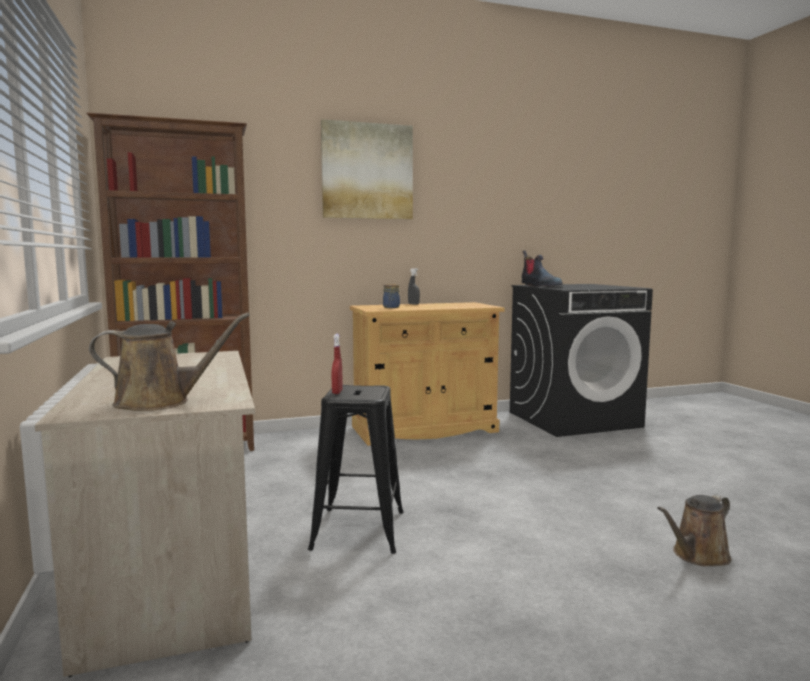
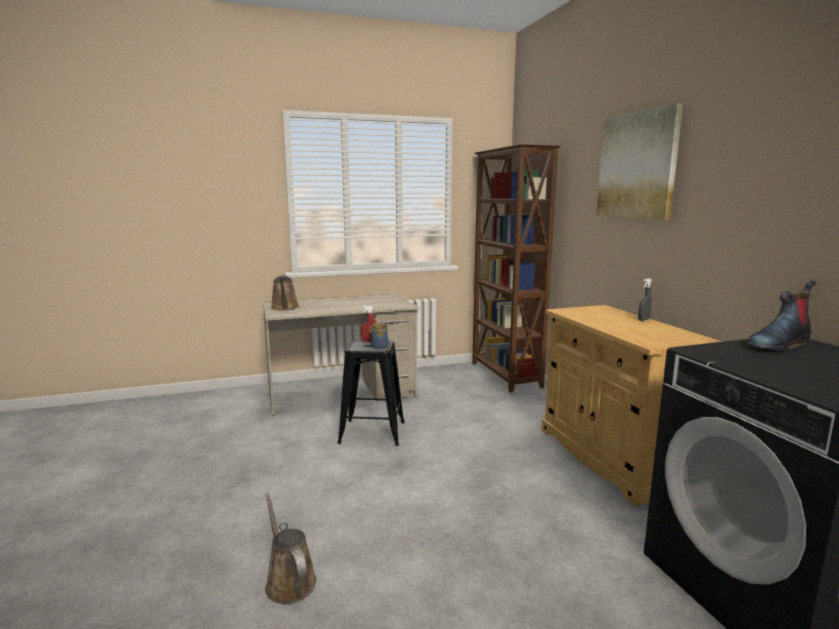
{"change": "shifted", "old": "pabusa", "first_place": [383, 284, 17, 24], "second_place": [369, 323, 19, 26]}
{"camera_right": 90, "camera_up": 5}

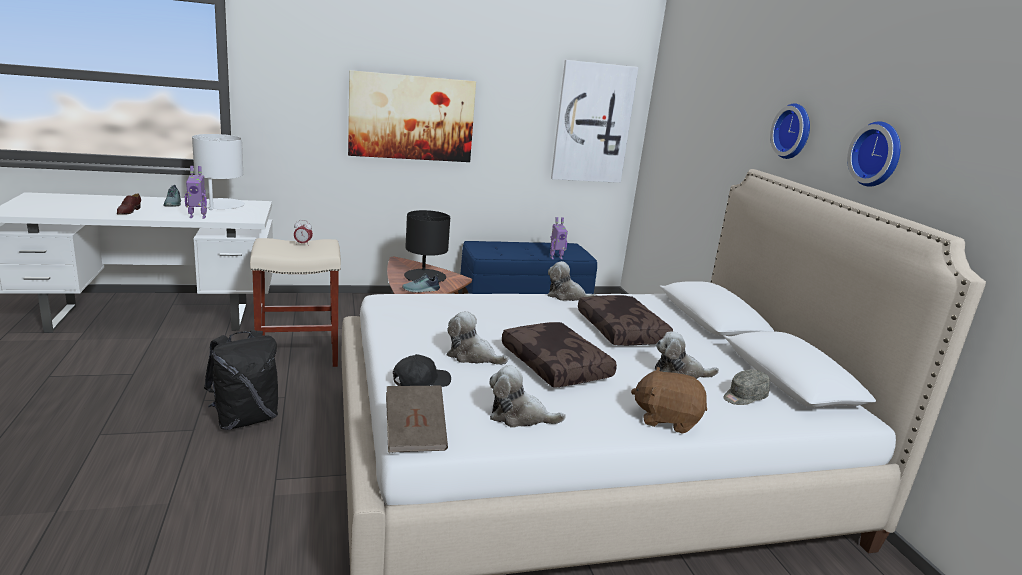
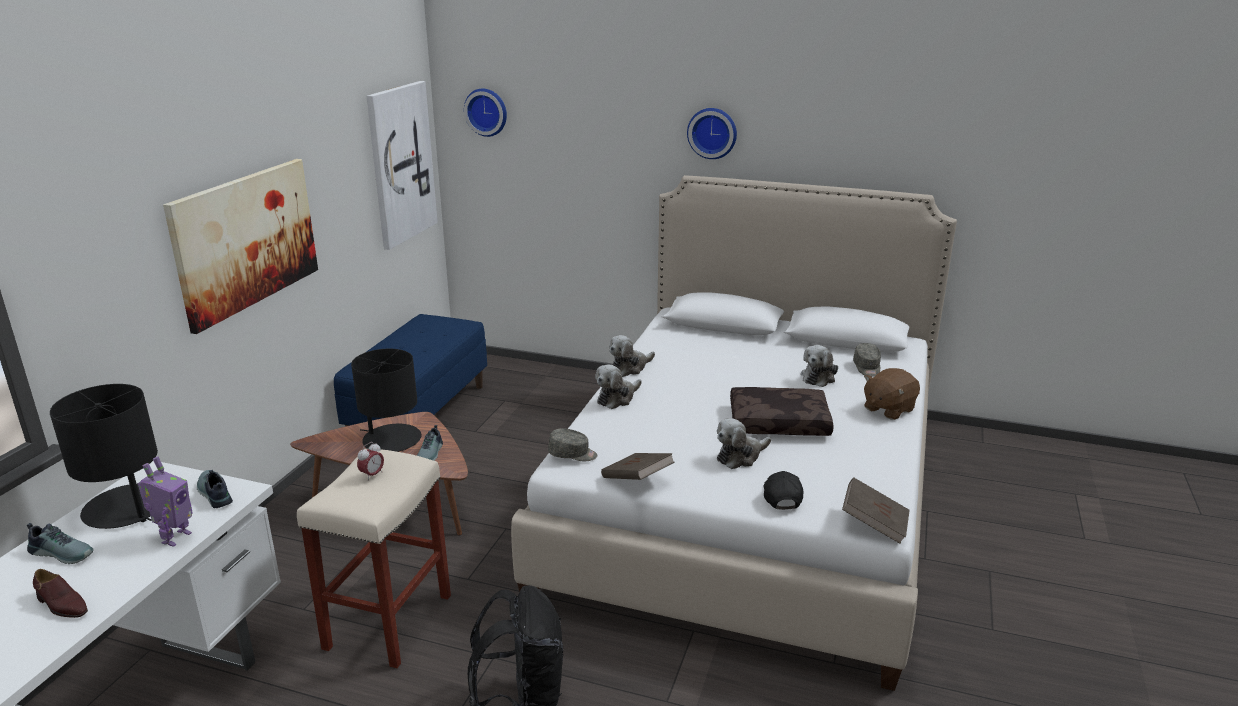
{"change": "repainted", "old": "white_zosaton", "new": "black_zosaton", "first_place": [192, 134, 53, 76], "second_place": [50, 384, 108, 145]}
{"change": "new", "new": "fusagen", "second_place": [197, 470, 36, 38]}
{"change": "shifted", "old": "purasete", "first_place": [847, 121, 54, 66], "second_place": [464, 88, 43, 49]}
{"change": "new", "new": "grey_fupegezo", "second_place": [548, 428, 49, 33]}
{"change": "shifted", "old": "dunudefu", "first_place": [489, 365, 77, 63], "second_place": [595, 364, 47, 45]}
{"change": "new", "new": "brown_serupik", "second_place": [601, 453, 74, 27]}
{"change": "gone", "old": "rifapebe", "first_place": [550, 217, 18, 42]}
{"change": "gone", "old": "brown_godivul", "first_place": [578, 295, 95, 51]}
{"camera_right": -55, "camera_up": 5}

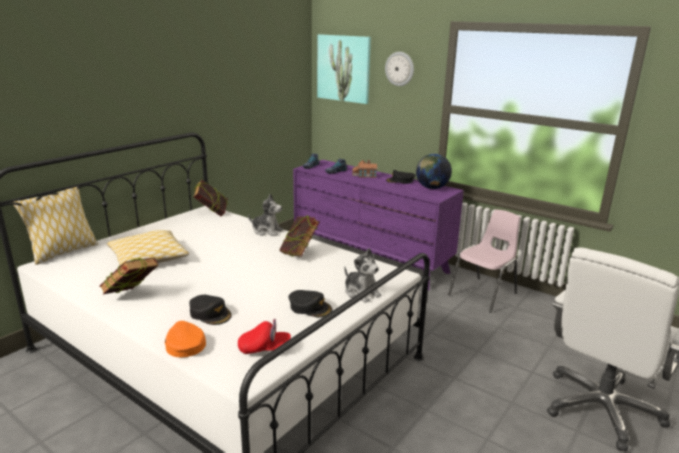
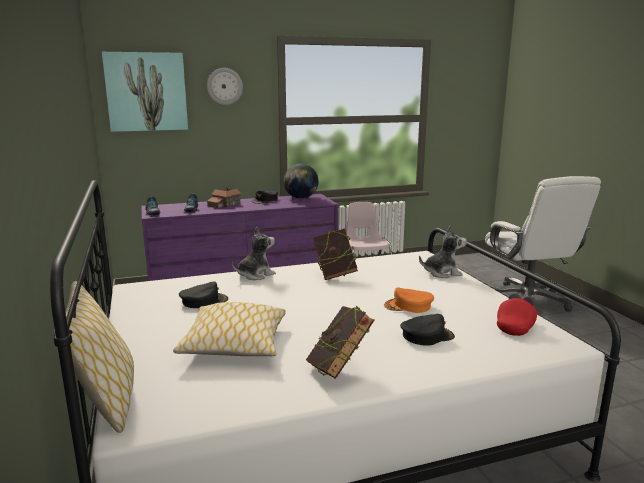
{"change": "shifted", "old": "black_fupegezo", "first_place": [288, 290, 44, 28], "second_place": [179, 282, 49, 26]}
{"change": "shifted", "old": "orange_fupegezo", "first_place": [165, 321, 41, 36], "second_place": [384, 288, 50, 25]}
{"change": "gone", "old": "serupik", "first_place": [194, 179, 34, 37]}
{"camera_right": -55, "camera_up": -5}

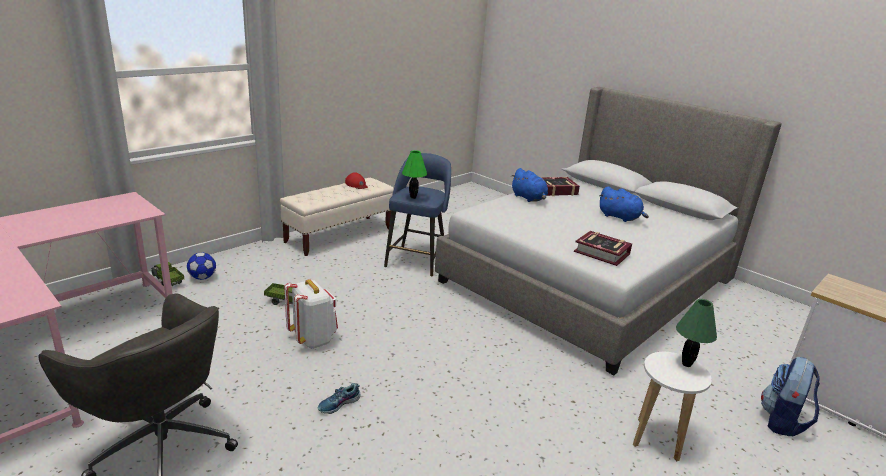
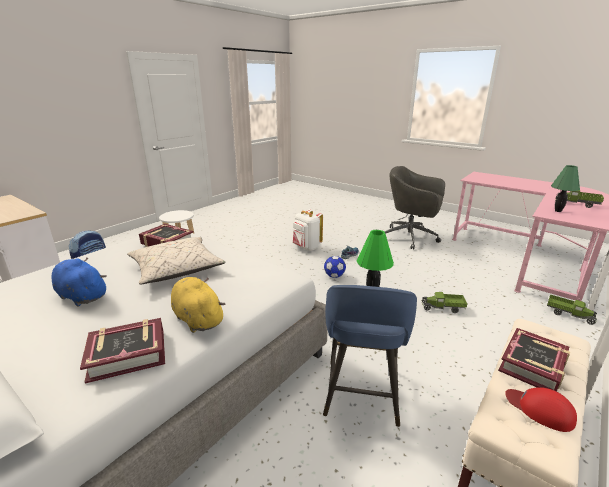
{"change": "new", "new": "beige_godivul", "second_place": [127, 237, 99, 47]}
{"change": "repainted", "old": "blue_dunudefu", "new": "yellow_dunudefu", "first_place": [512, 168, 36, 34], "second_place": [171, 277, 54, 56]}
{"change": "shifted", "old": "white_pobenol", "first_place": [284, 279, 54, 70], "second_place": [293, 209, 30, 42]}
{"change": "shifted", "old": "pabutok", "first_place": [187, 253, 29, 27], "second_place": [324, 256, 22, 22]}
{"change": "new", "new": "serupik", "second_place": [498, 328, 72, 64]}
{"change": "shifted", "old": "green_zosaton", "first_place": [676, 299, 41, 68], "second_place": [551, 165, 29, 47]}
{"change": "new", "new": "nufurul", "second_place": [555, 190, 49, 18]}
{"camera_right": 175, "camera_up": 0}

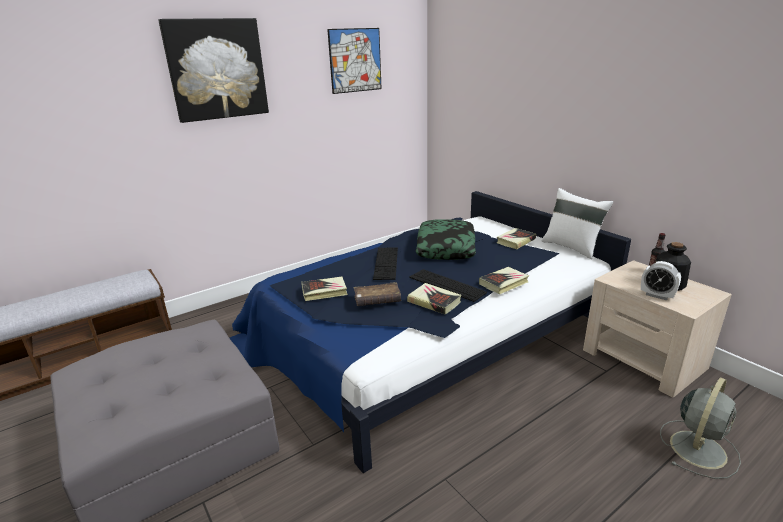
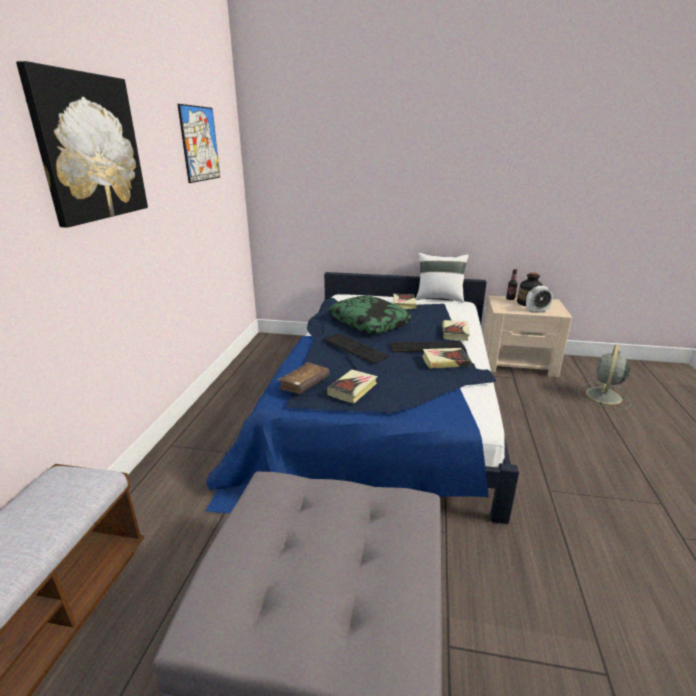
{"change": "shifted", "old": "brown_serupik", "first_place": [354, 282, 47, 24], "second_place": [278, 362, 52, 32]}
{"change": "rotated", "old": "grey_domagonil", "first_place": [660, 377, 81, 102], "second_place": [578, 345, 53, 65], "degrees": -150}
{"camera_right": -45, "camera_up": 0}

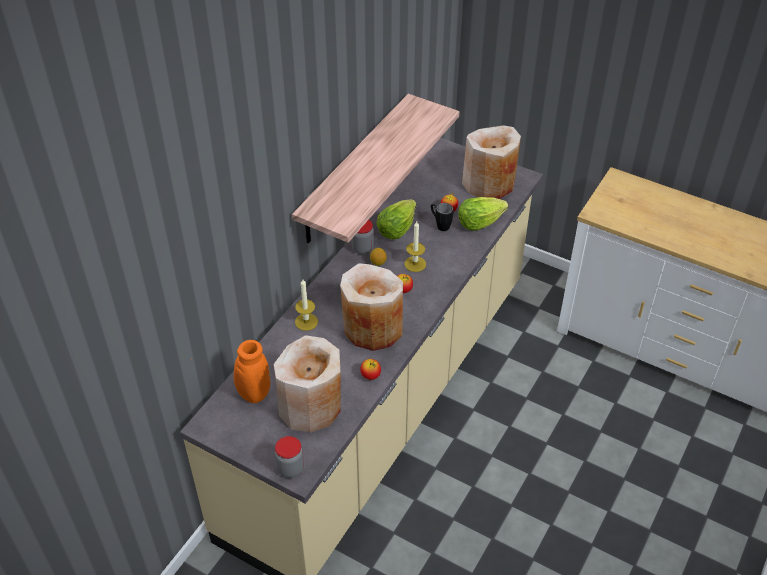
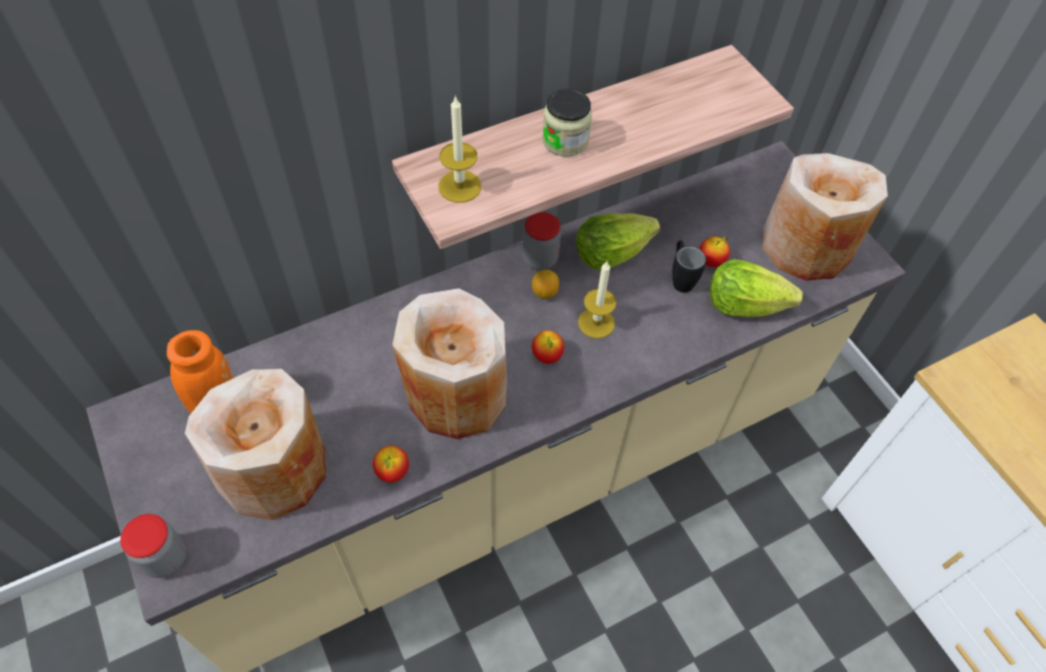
{"change": "shifted", "old": "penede", "first_place": [295, 279, 23, 52], "second_place": [439, 95, 42, 108]}
{"change": "new", "new": "pabusa", "second_place": [542, 89, 50, 68]}
{"camera_right": 30, "camera_up": 10}

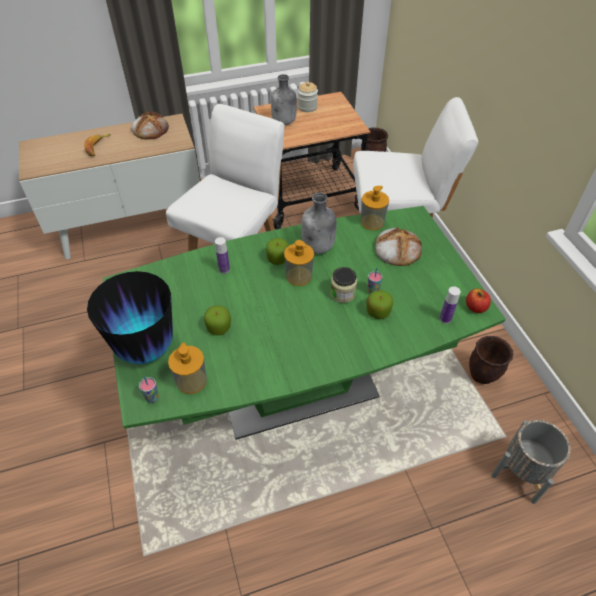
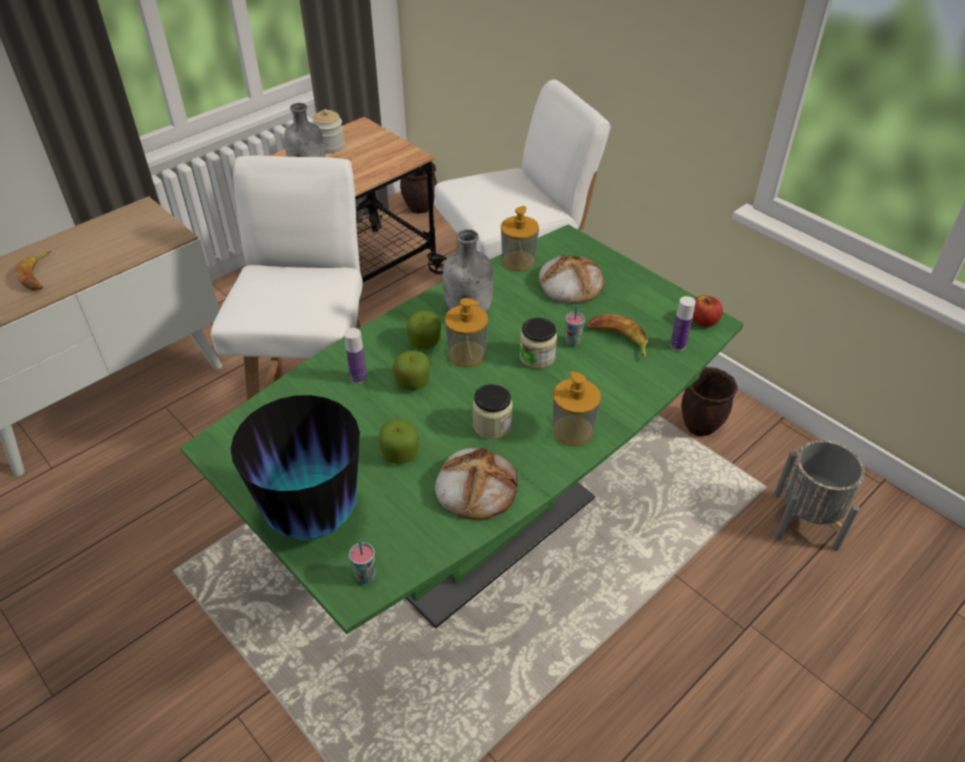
{"change": "shifted", "old": "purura", "first_place": [367, 291, 26, 28], "second_place": [393, 350, 37, 40]}
{"change": "shifted", "old": "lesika", "first_place": [131, 111, 38, 28], "second_place": [435, 447, 83, 74]}
{"change": "new", "new": "pabusa", "second_place": [472, 384, 41, 55]}
{"change": "shifted", "old": "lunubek", "first_place": [168, 343, 39, 51], "second_place": [553, 371, 48, 75]}
{"change": "new", "new": "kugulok", "second_place": [586, 314, 62, 44]}
{"camera_right": -25, "camera_up": -5}

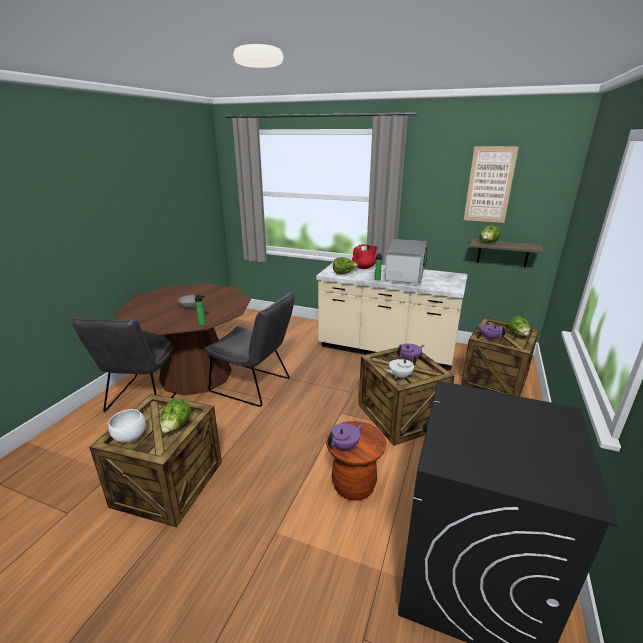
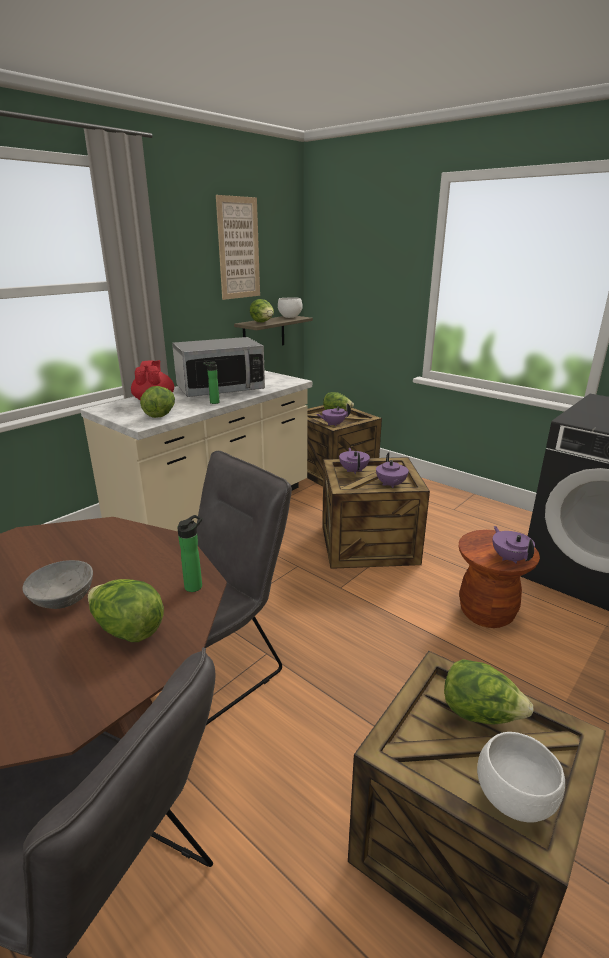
{"change": "new", "new": "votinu", "second_place": [88, 579, 76, 63]}
{"change": "rotated", "old": "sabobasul", "first_place": [385, 239, 43, 44], "second_place": [172, 337, 93, 60], "degrees": 120}
{"change": "new", "new": "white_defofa", "second_place": [278, 297, 25, 21]}
{"change": "repainted", "old": "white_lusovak", "new": "purple_lusovak", "first_place": [385, 355, 31, 24], "second_place": [376, 452, 33, 36]}
{"camera_right": -70, "camera_up": 0}

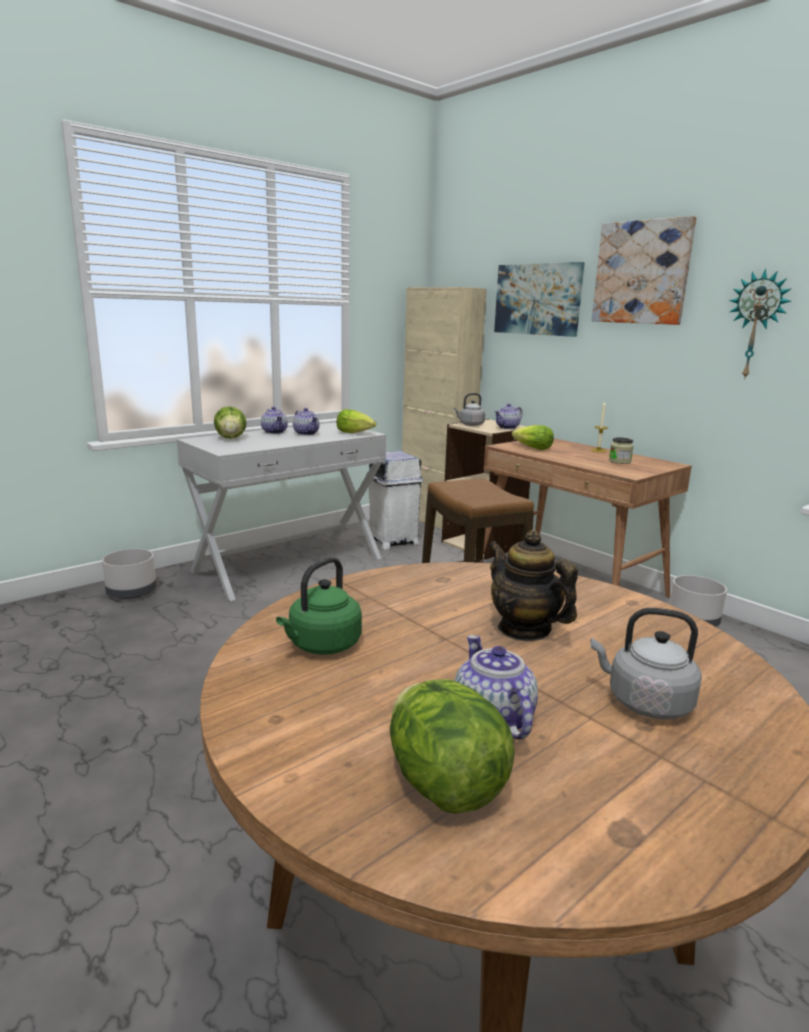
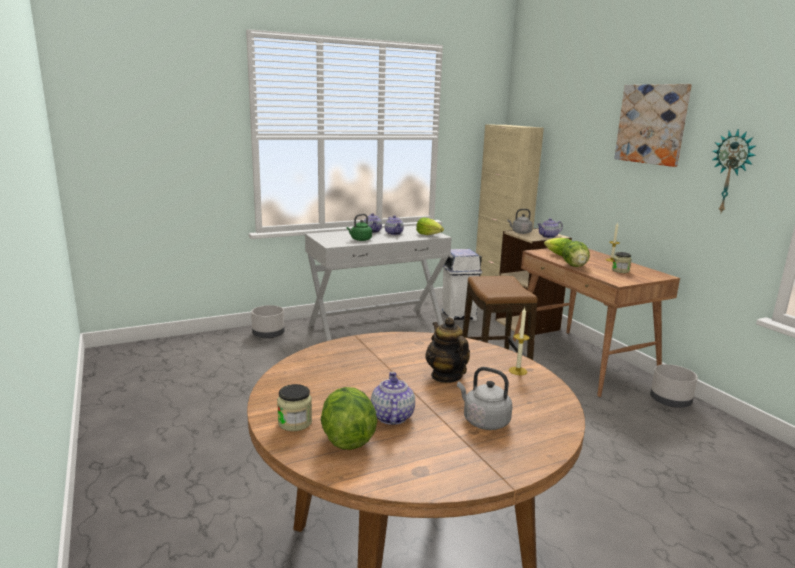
{"change": "new", "new": "pabusa", "second_place": [277, 384, 35, 47]}
{"change": "shifted", "old": "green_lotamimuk", "first_place": [276, 557, 86, 98], "second_place": [346, 214, 26, 27]}
{"change": "new", "new": "penede", "second_place": [509, 307, 21, 68]}
{"change": "shifted", "old": "votinu", "first_place": [214, 406, 33, 33], "second_place": [562, 241, 28, 26]}
{"change": "gone", "old": "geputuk", "first_place": [494, 262, 91, 75]}
{"camera_right": 15, "camera_up": 0}

